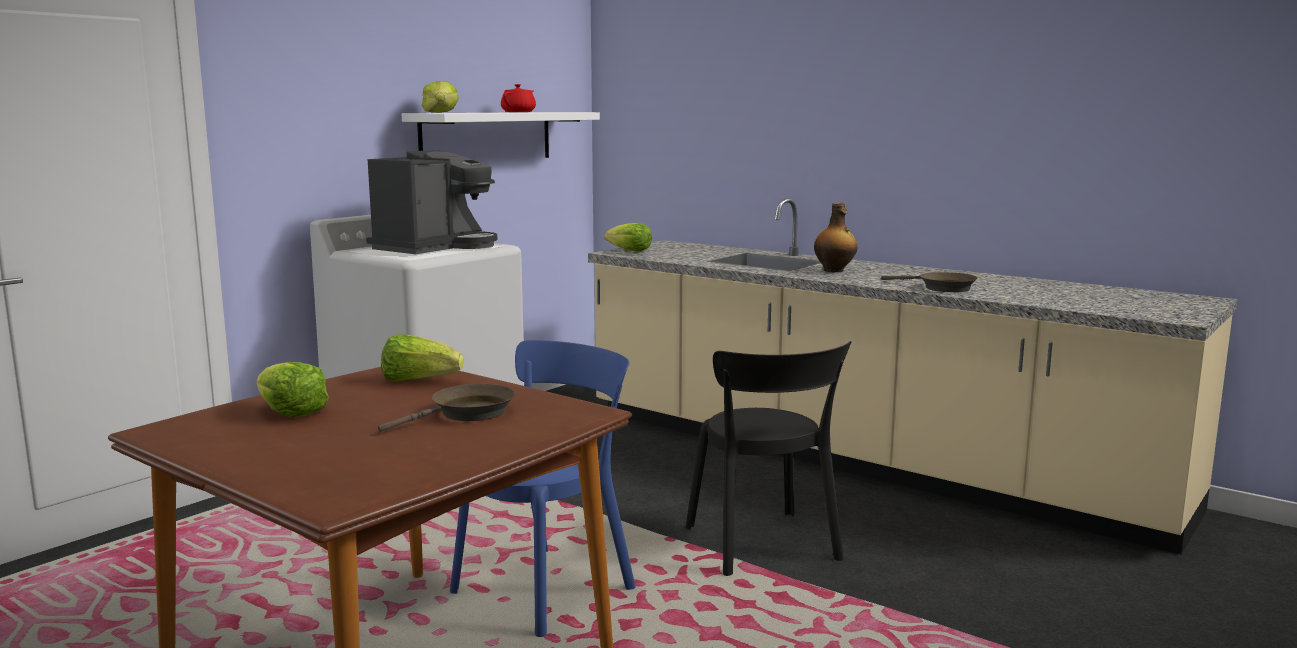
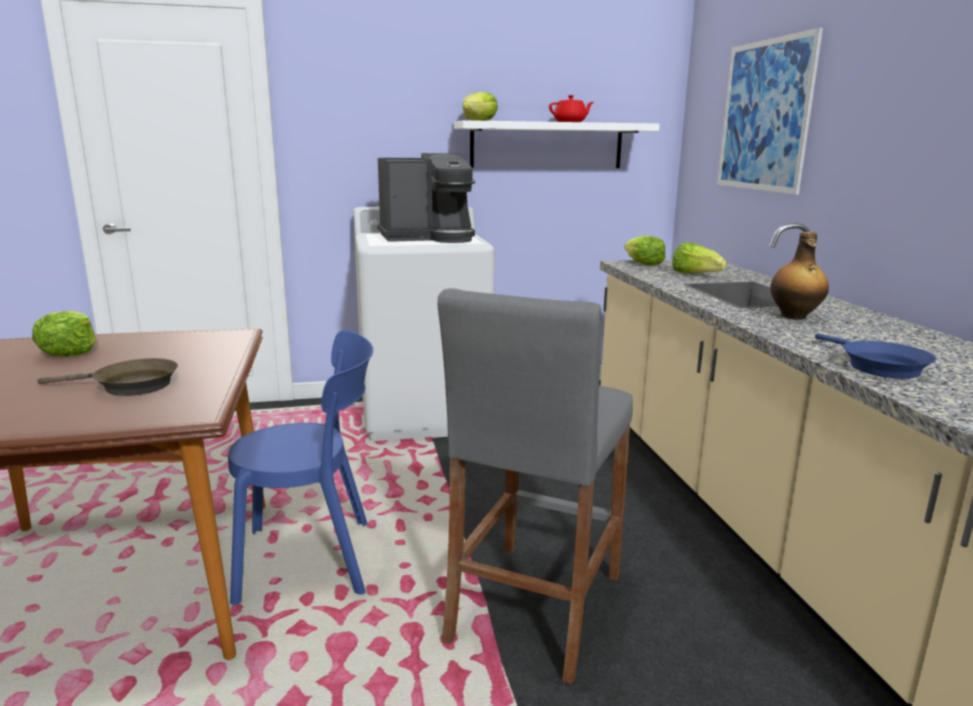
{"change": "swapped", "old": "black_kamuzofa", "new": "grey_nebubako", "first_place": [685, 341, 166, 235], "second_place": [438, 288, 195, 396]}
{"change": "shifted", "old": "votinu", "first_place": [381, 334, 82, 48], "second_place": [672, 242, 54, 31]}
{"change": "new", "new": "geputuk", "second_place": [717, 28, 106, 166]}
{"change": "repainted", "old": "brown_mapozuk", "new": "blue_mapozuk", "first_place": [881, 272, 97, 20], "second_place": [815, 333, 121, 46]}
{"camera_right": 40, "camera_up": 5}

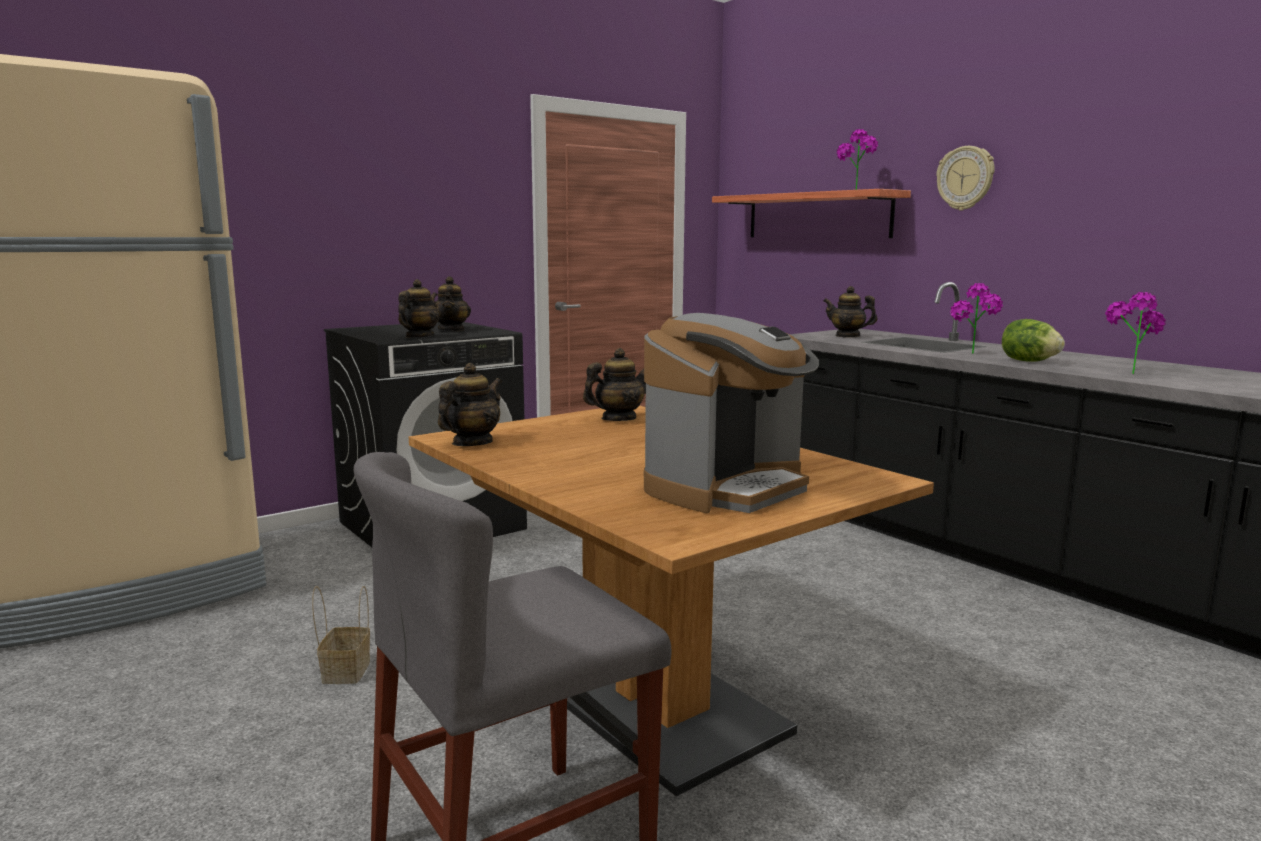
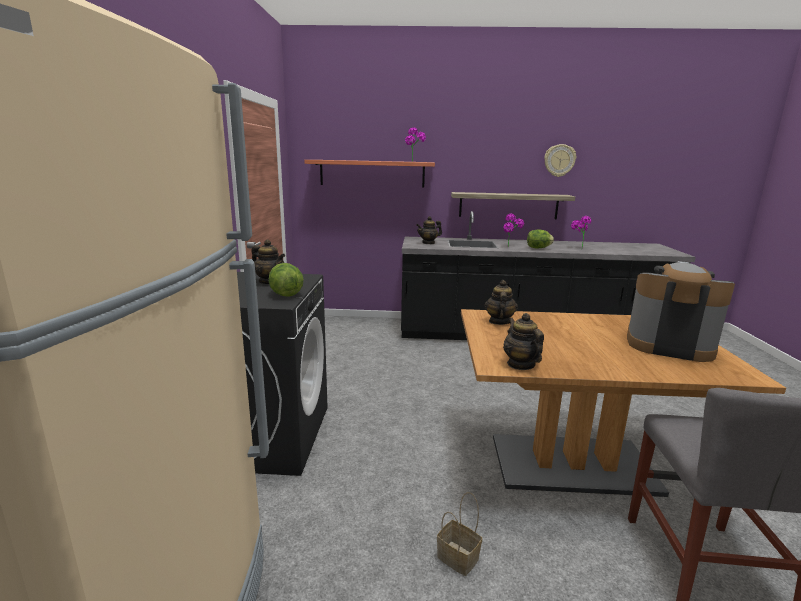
{"change": "swapped", "old": "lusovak", "new": "votinu", "first_place": [398, 279, 41, 59], "second_place": [269, 263, 35, 34]}
{"change": "new", "new": "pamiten", "second_place": [451, 192, 124, 27]}
{"change": "shifted", "old": "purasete", "first_place": [936, 146, 59, 64], "second_place": [544, 144, 32, 33]}
{"change": "rotated", "old": "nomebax", "first_place": [644, 313, 175, 200], "second_place": [627, 261, 108, 101], "degrees": -60}
{"camera_right": -50, "camera_up": 5}

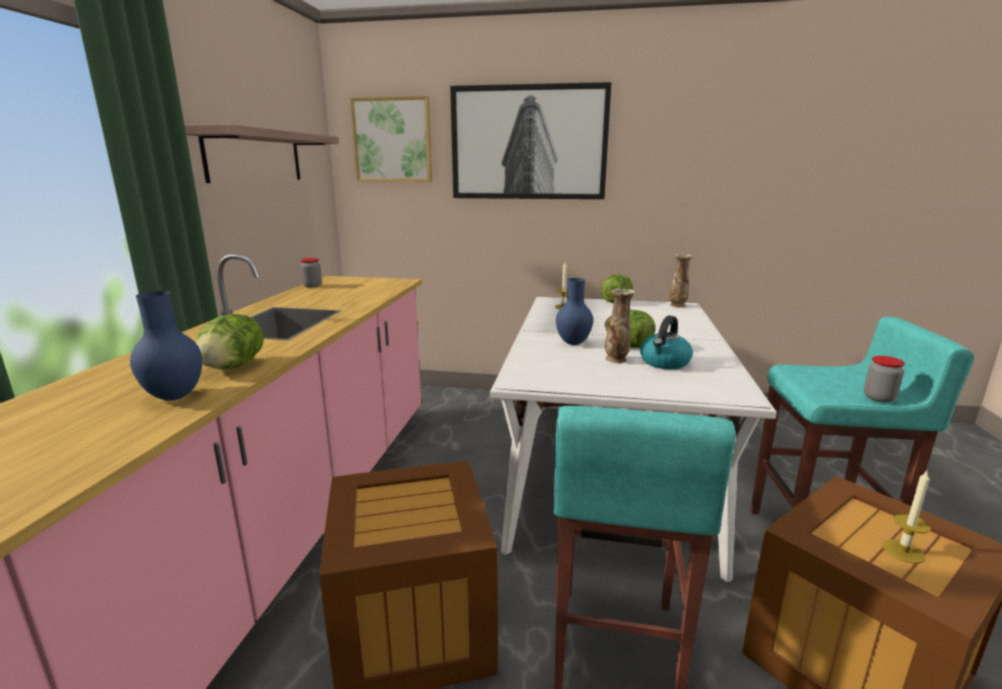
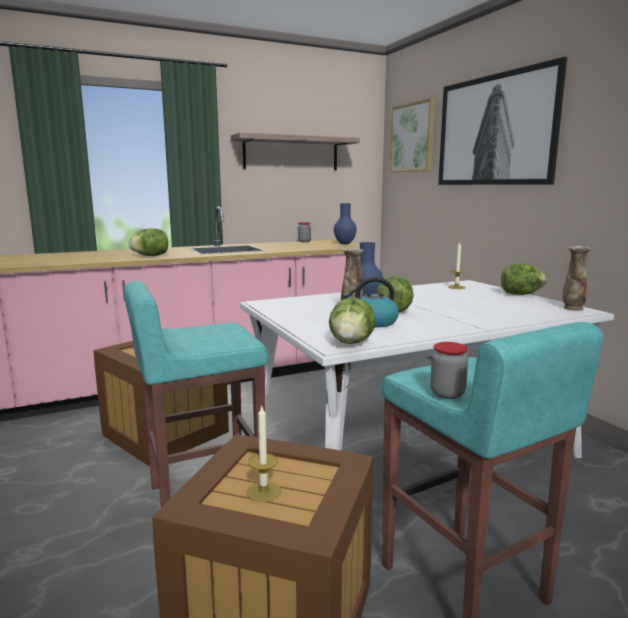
{"change": "new", "new": "votinu", "second_place": [329, 297, 46, 47]}
{"change": "shifted", "old": "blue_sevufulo", "first_place": [130, 291, 72, 110], "second_place": [334, 203, 23, 41]}
{"camera_right": 55, "camera_up": -5}

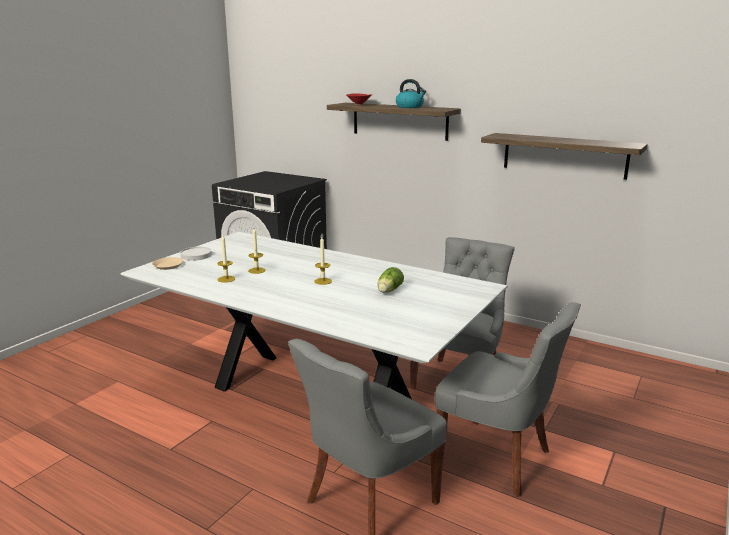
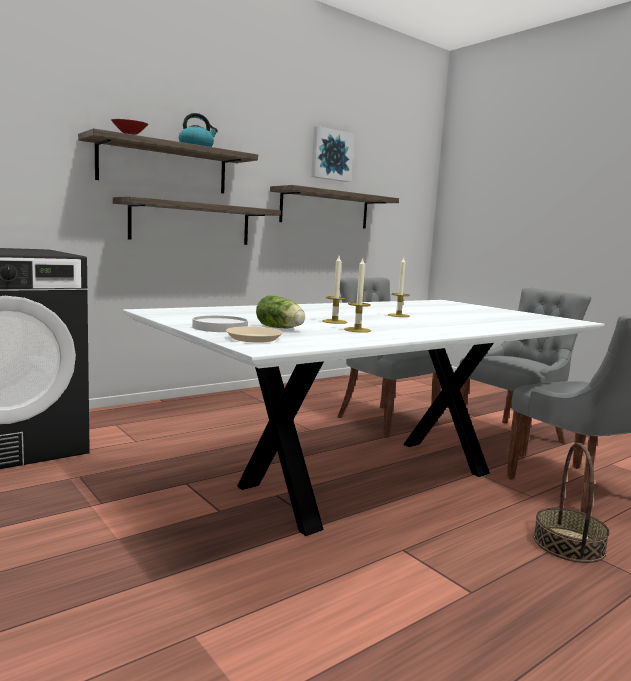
{"change": "new", "new": "pamiten", "second_place": [113, 196, 168, 49]}
{"change": "shifted", "old": "votinu", "first_place": [378, 267, 26, 26], "second_place": [256, 296, 49, 32]}
{"change": "new", "new": "geputuk", "second_place": [311, 126, 43, 56]}
{"change": "new", "new": "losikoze", "second_place": [533, 443, 76, 120]}
{"camera_right": -70, "camera_up": -10}

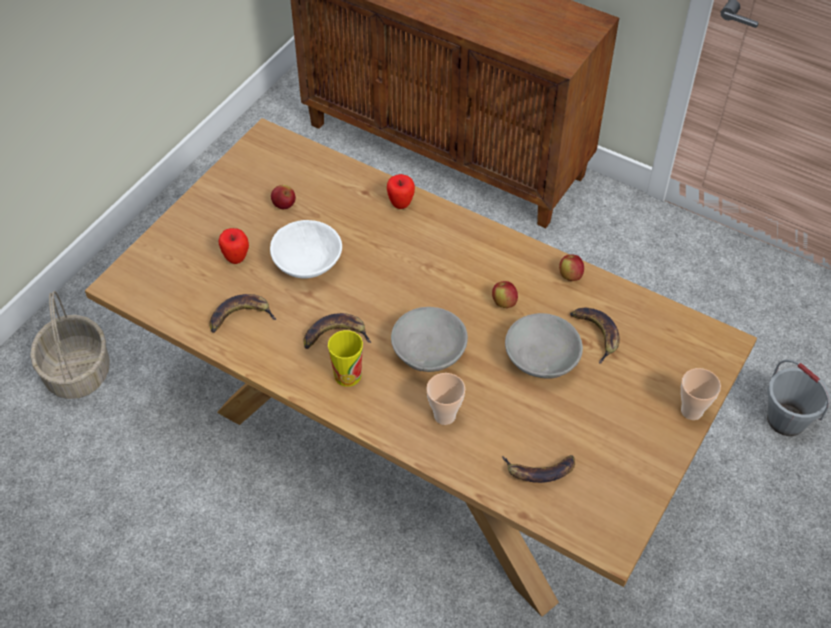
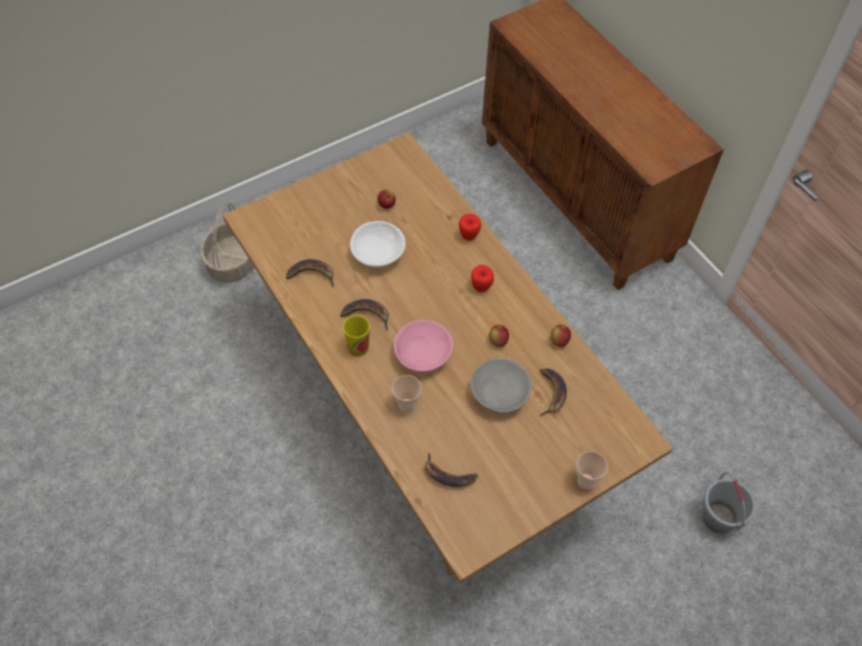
{"change": "repainted", "old": "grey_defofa", "new": "pink_defofa", "first_place": [391, 307, 77, 65], "second_place": [394, 320, 59, 52]}
{"change": "shifted", "old": "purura", "first_place": [219, 228, 30, 36], "second_place": [471, 265, 23, 27]}
{"camera_right": 25, "camera_up": 5}

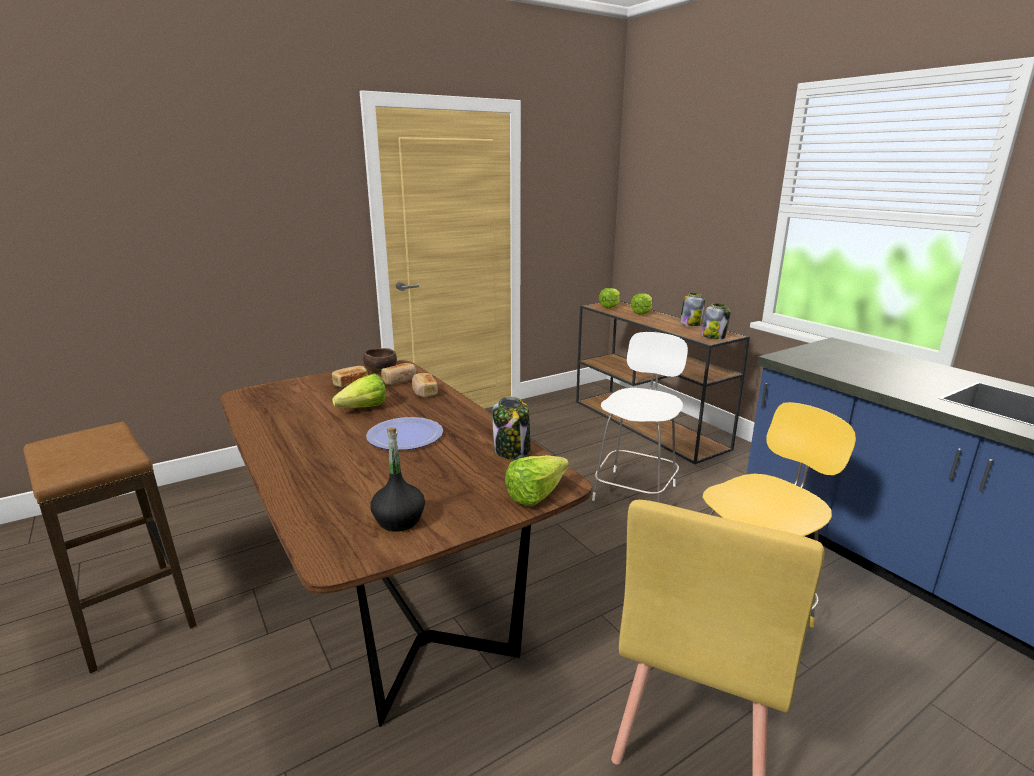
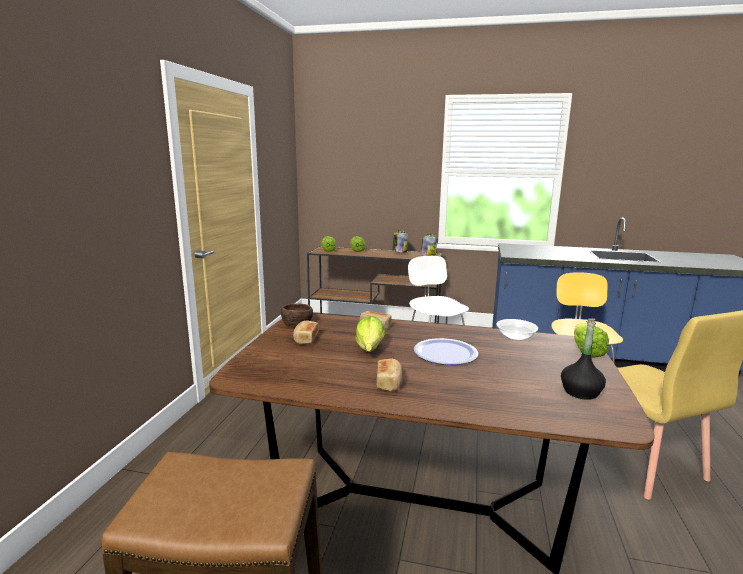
{"change": "shifted", "old": "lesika", "first_place": [381, 363, 35, 22], "second_place": [377, 359, 26, 32]}
{"change": "swapped", "old": "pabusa", "new": "defofa", "first_place": [492, 396, 39, 63], "second_place": [496, 319, 42, 22]}
{"camera_right": -45, "camera_up": -5}

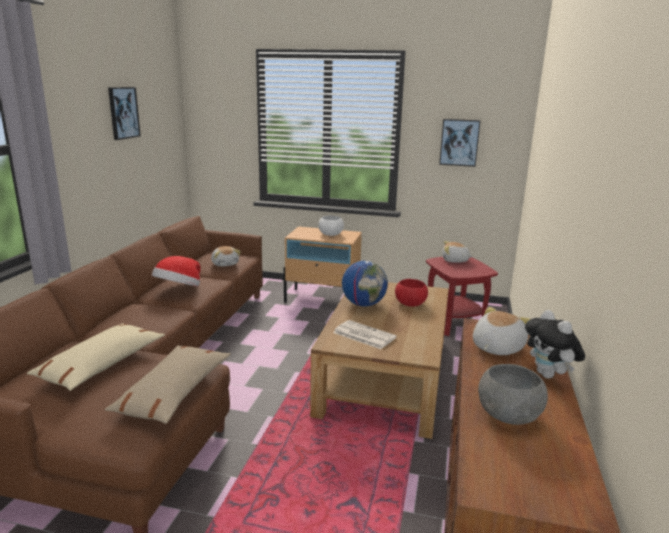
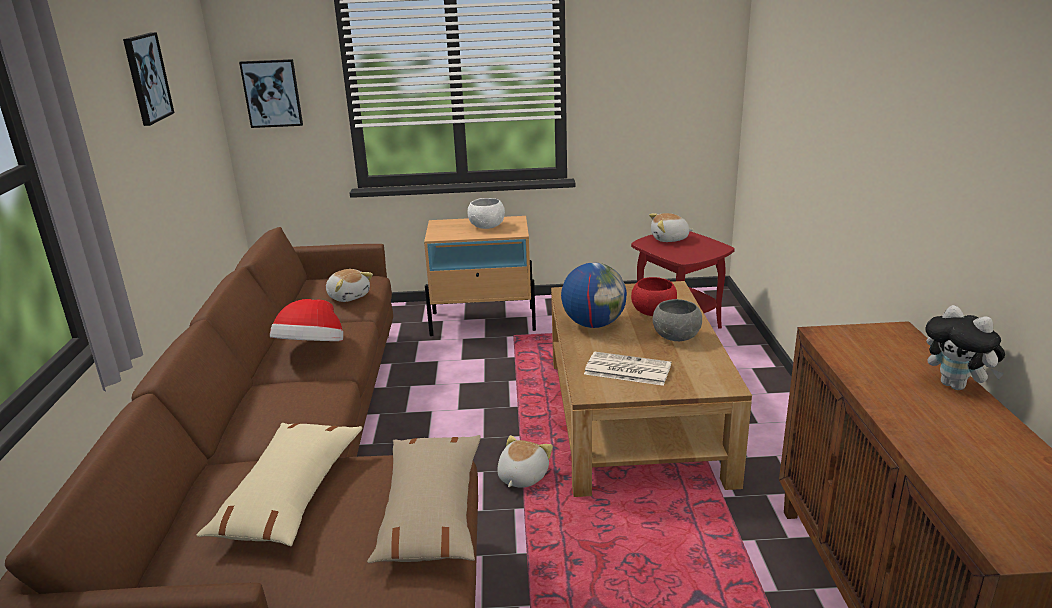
{"change": "shifted", "old": "geputuk", "first_place": [439, 119, 42, 48], "second_place": [239, 59, 64, 69]}
{"change": "shifted", "old": "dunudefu", "first_place": [473, 307, 57, 48], "second_place": [497, 435, 56, 53]}
{"change": "shifted", "old": "grey_defofa", "first_place": [478, 364, 70, 61], "second_place": [653, 299, 49, 42]}
{"camera_right": -15, "camera_up": 5}

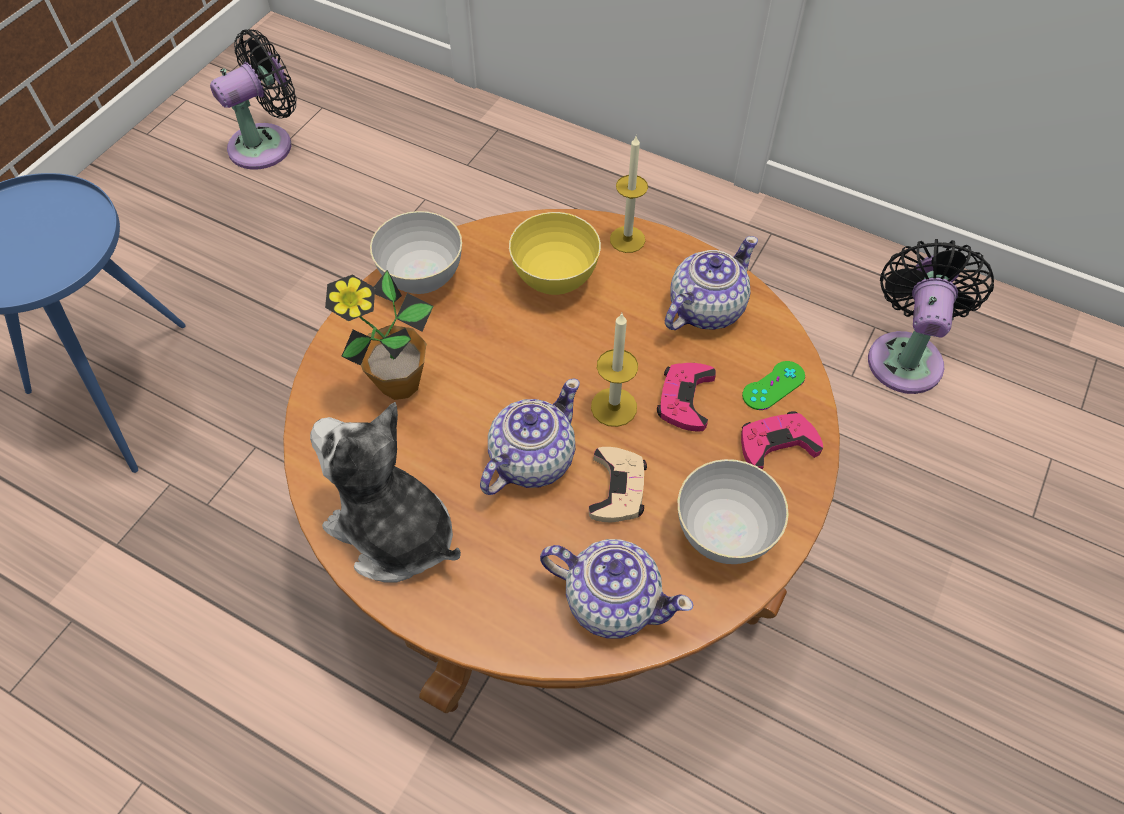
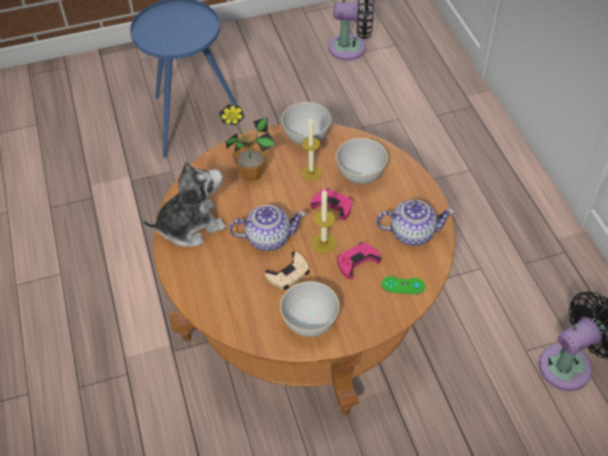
{"change": "rotated", "old": "dunudefu", "first_place": [310, 402, 151, 181], "second_place": [142, 160, 84, 87], "degrees": 75}
{"change": "shifted", "old": "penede", "first_place": [610, 136, 38, 117], "second_place": [301, 117, 21, 64]}
{"change": "shifted", "old": "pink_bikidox", "first_place": [741, 411, 82, 59], "second_place": [311, 188, 42, 32]}
{"change": "repainted", "old": "yellow_defofa", "new": "grey_defofa", "first_place": [509, 212, 92, 83], "second_place": [336, 138, 52, 46]}
{"change": "gone", "old": "lusovak", "first_place": [540, 539, 153, 100]}
{"camera_right": 45, "camera_up": -5}

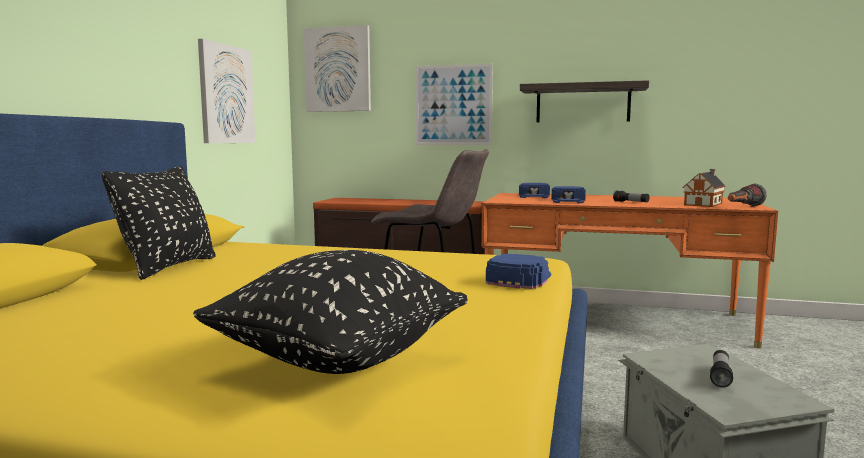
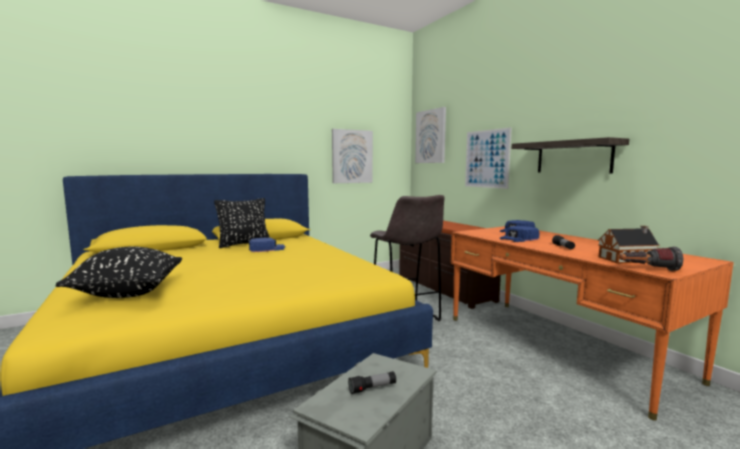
{"change": "shifted", "old": "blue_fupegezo", "first_place": [486, 254, 65, 35], "second_place": [249, 238, 36, 14]}
{"camera_right": 45, "camera_up": 0}

